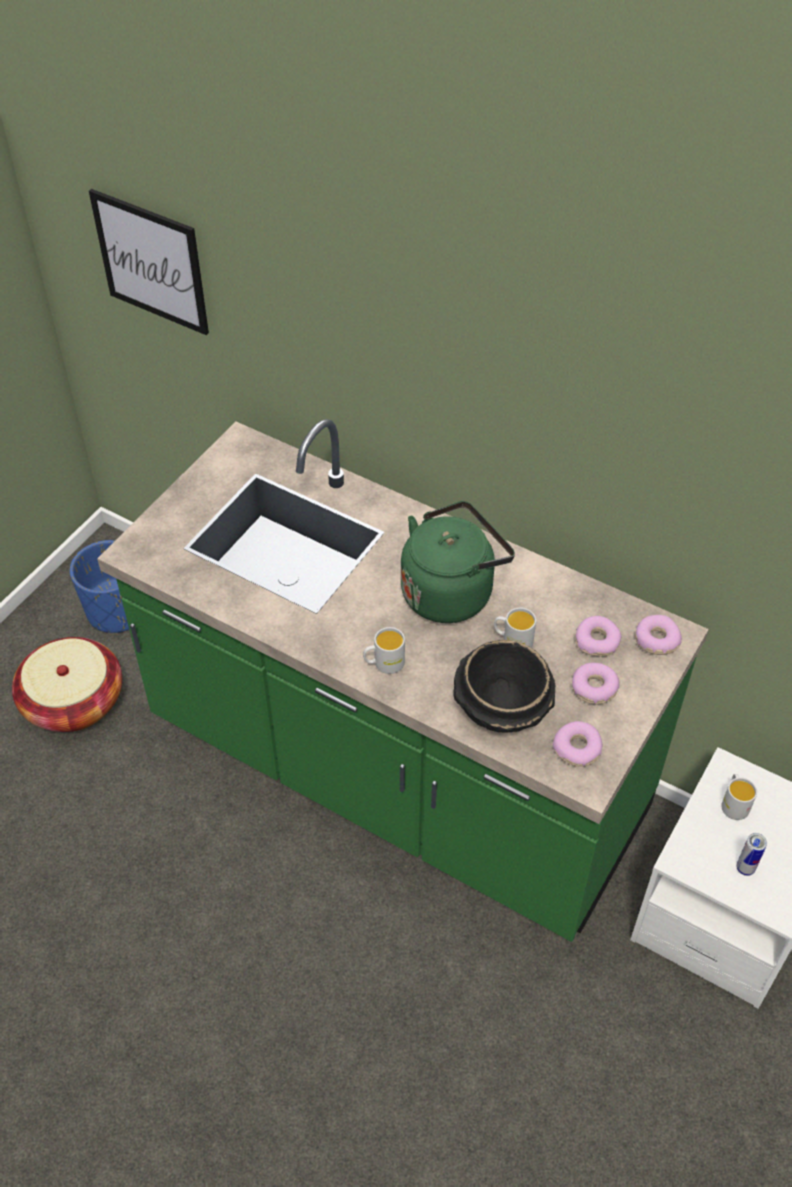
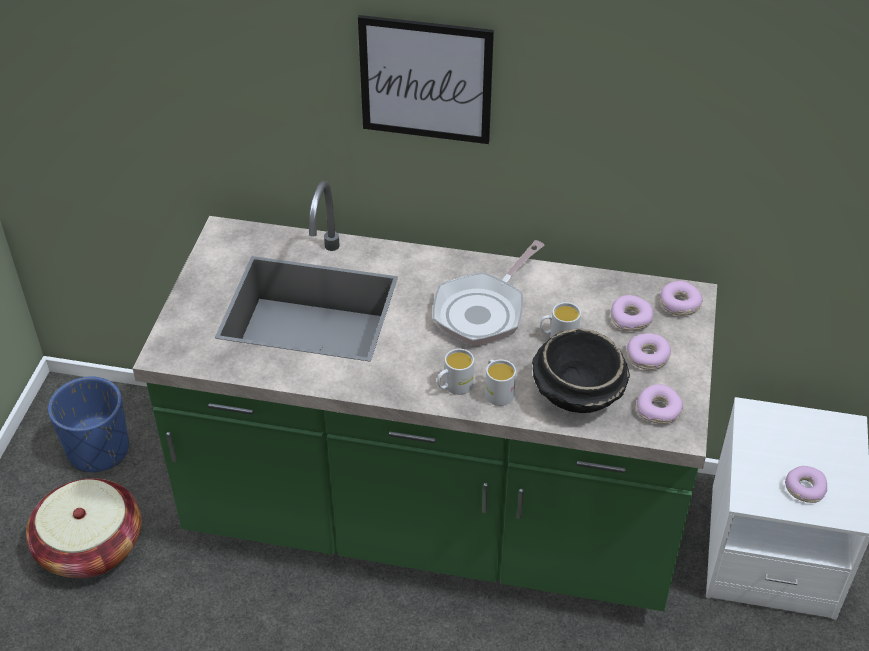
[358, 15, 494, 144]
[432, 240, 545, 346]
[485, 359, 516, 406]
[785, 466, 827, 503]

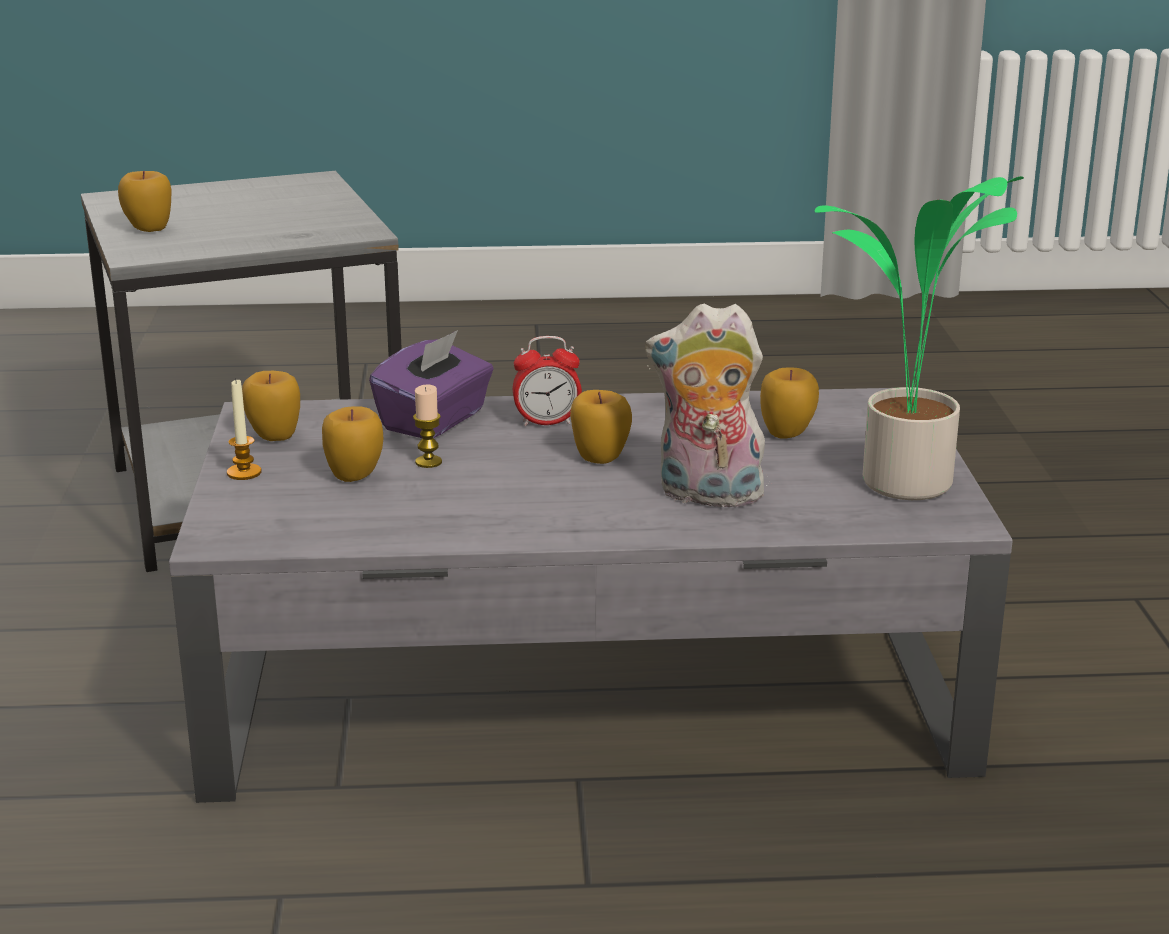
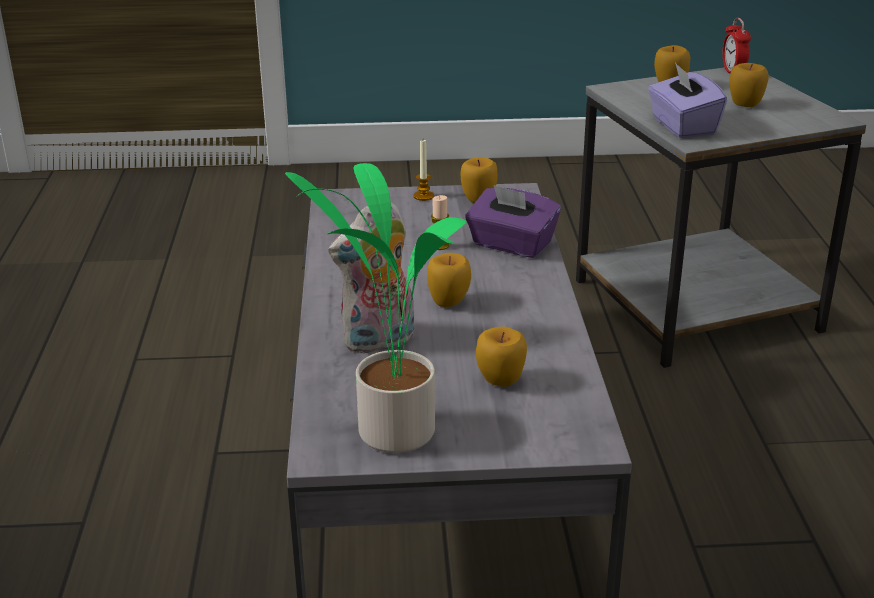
[328, 203, 414, 355]
[648, 63, 727, 138]
[722, 17, 751, 74]
[729, 63, 769, 107]

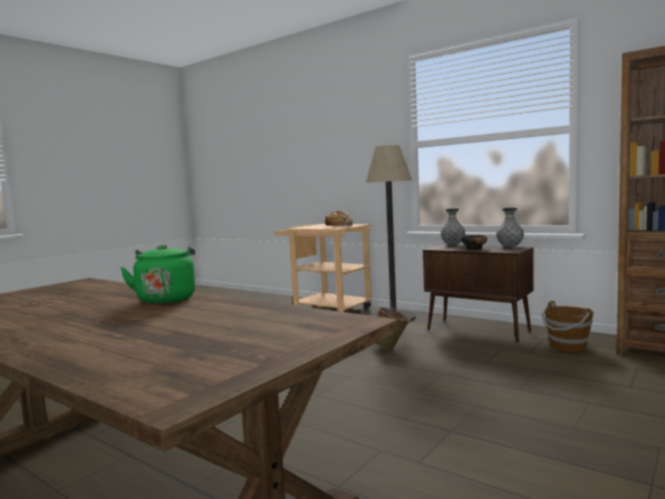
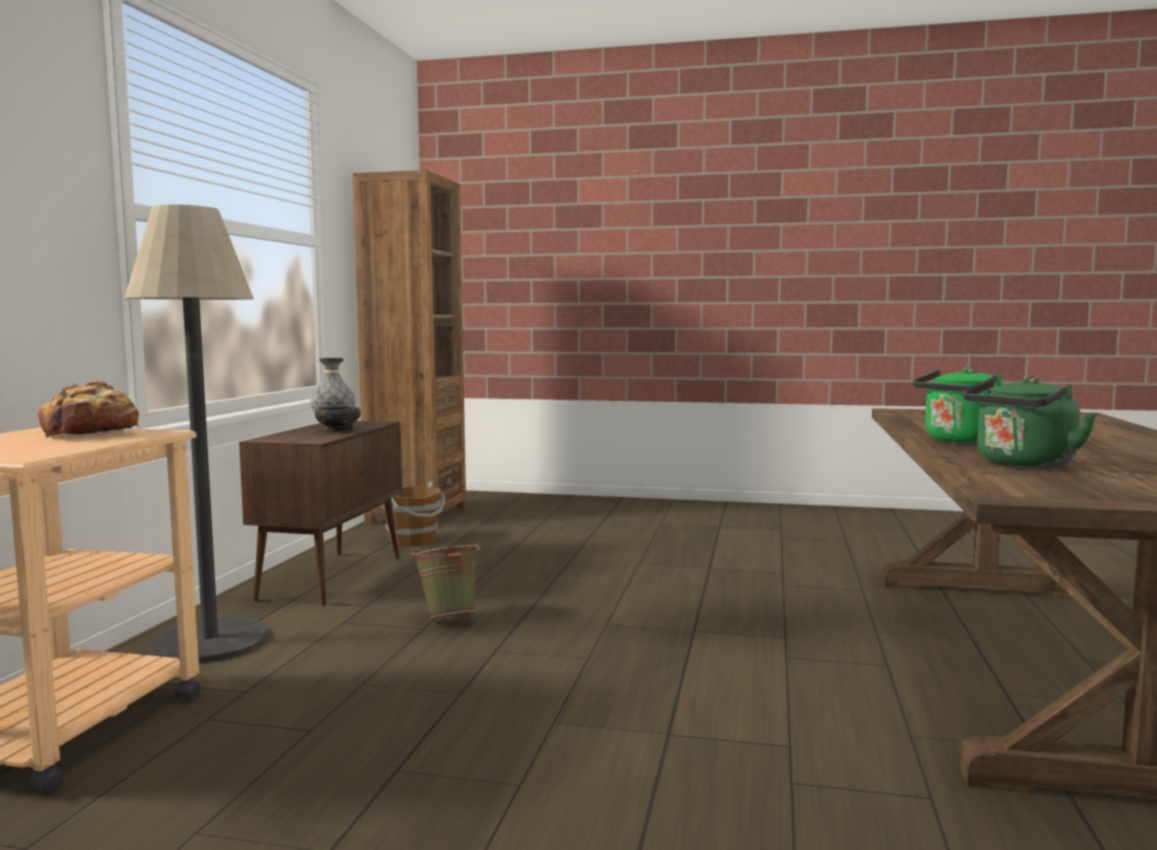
[963, 376, 1097, 468]
[440, 208, 465, 246] (first image)

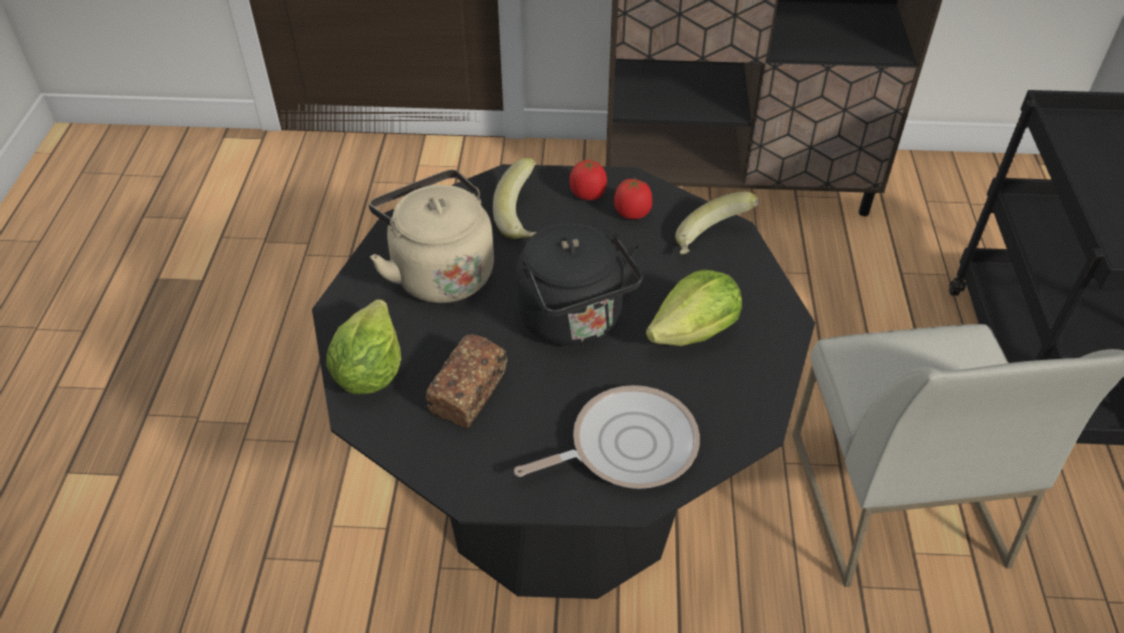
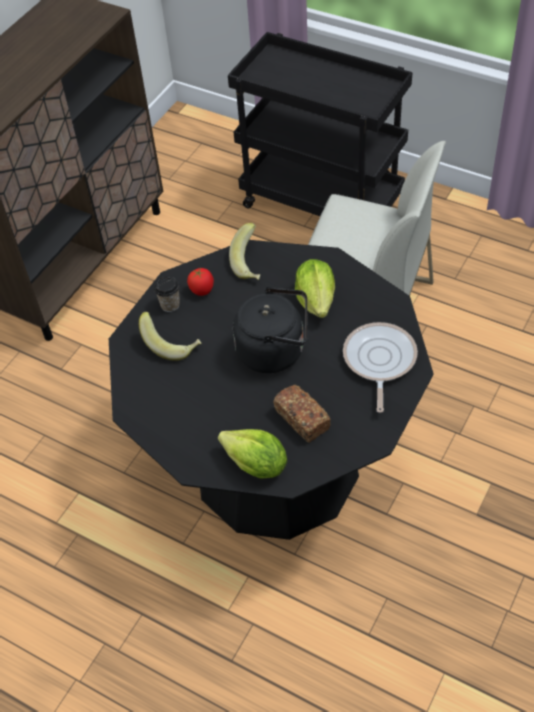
[154, 276, 180, 312]
[369, 169, 494, 303] (first image)

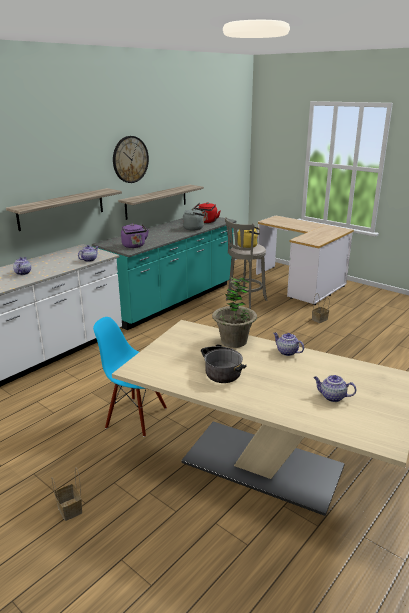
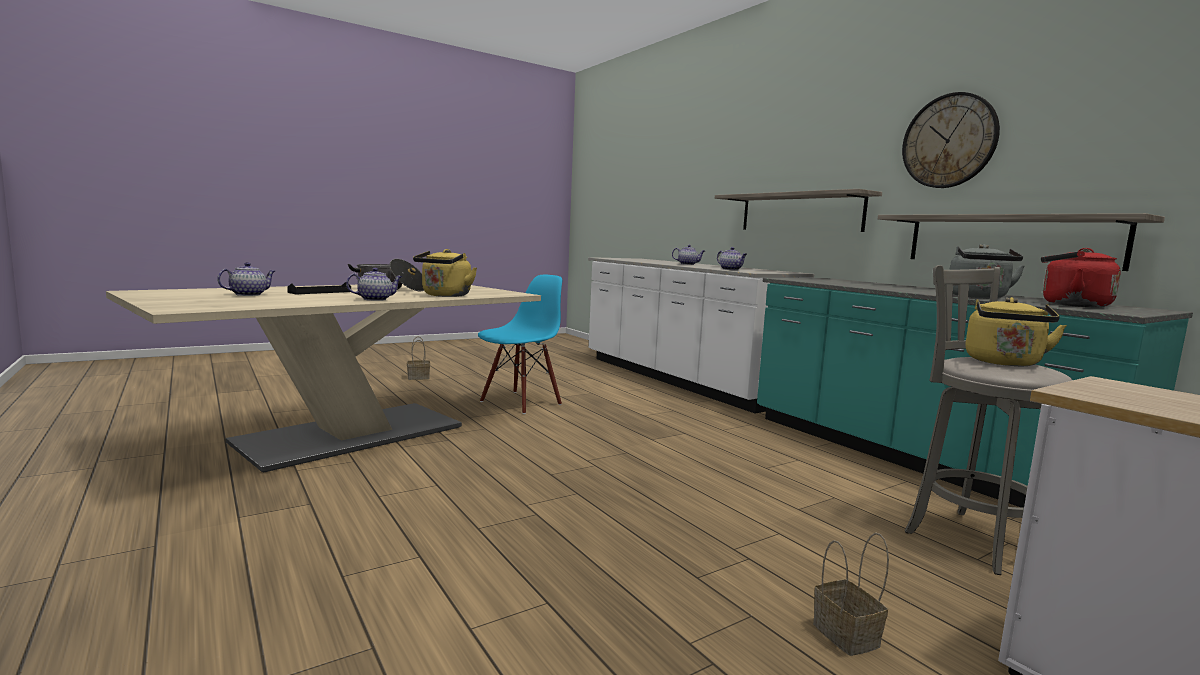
[287, 282, 351, 295]
[413, 249, 477, 297]
[121, 224, 149, 248] (first image)

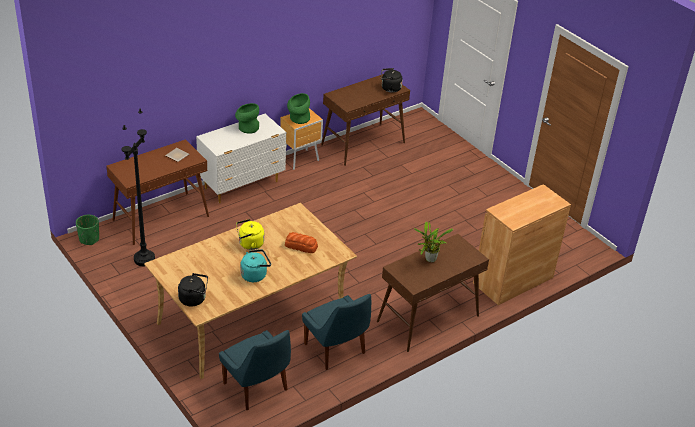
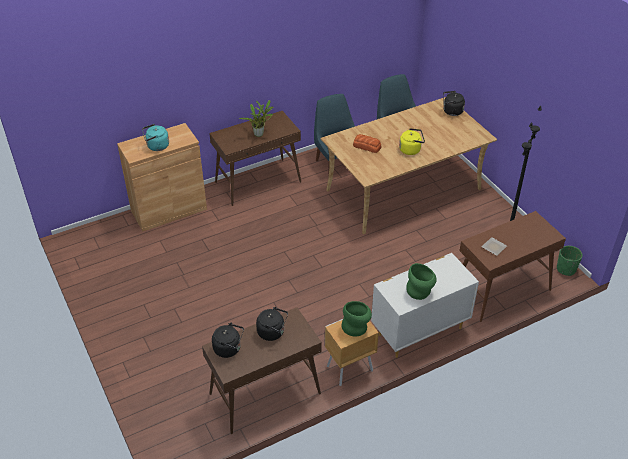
[142, 124, 169, 151]
[256, 307, 288, 341]

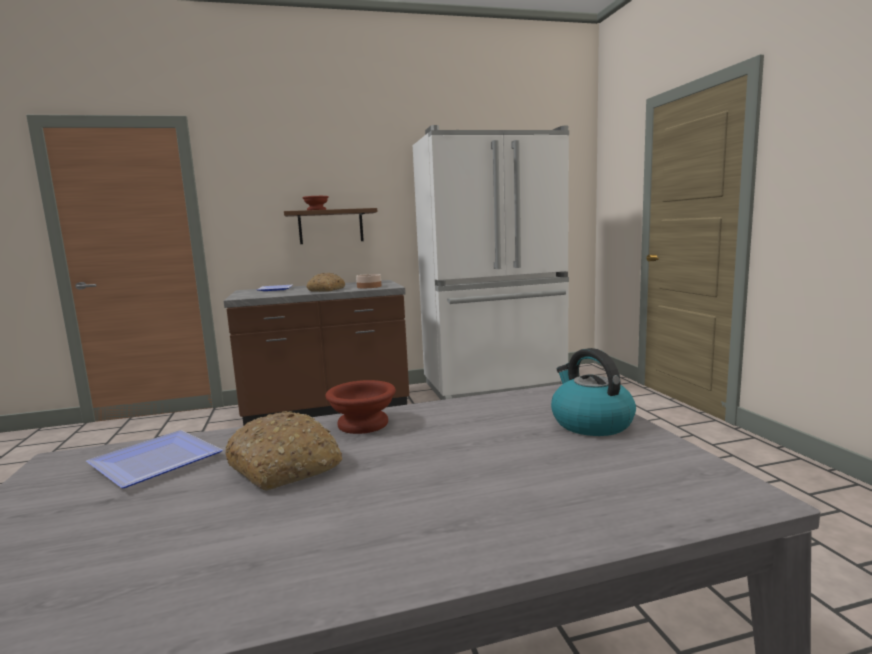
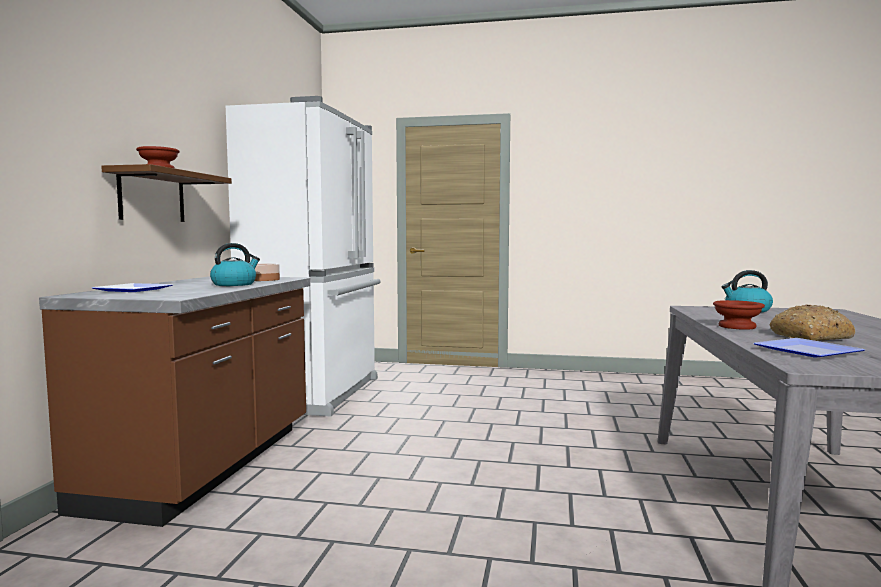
[210, 243, 260, 286]

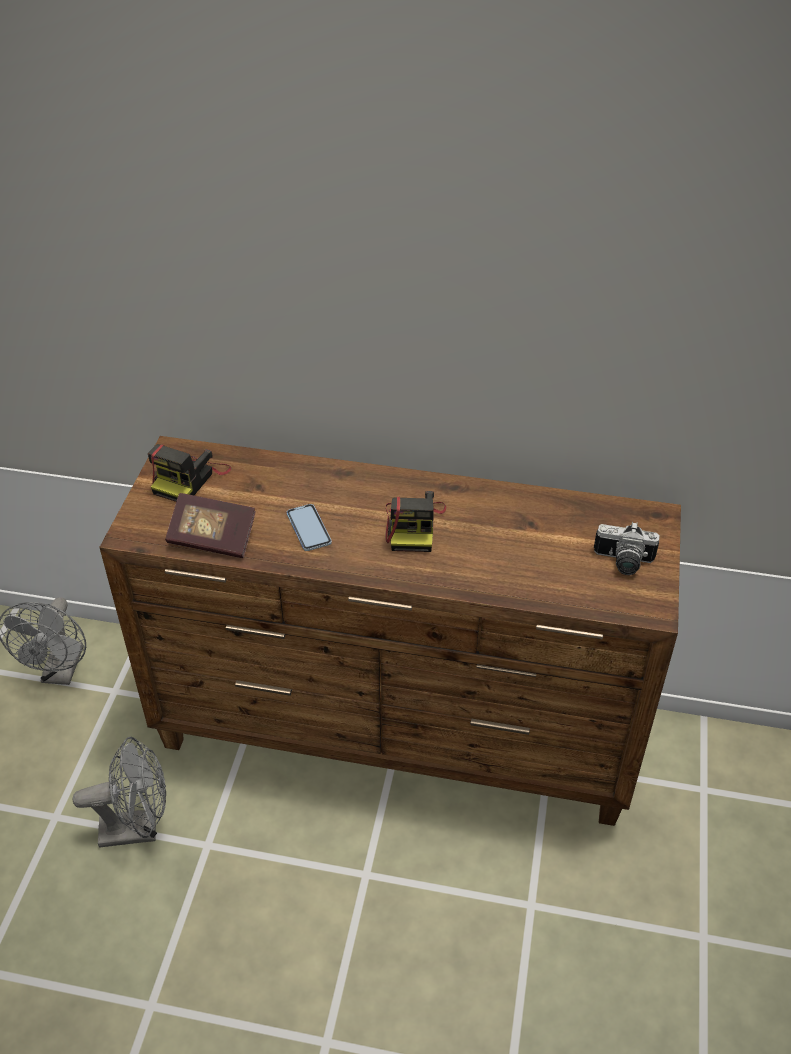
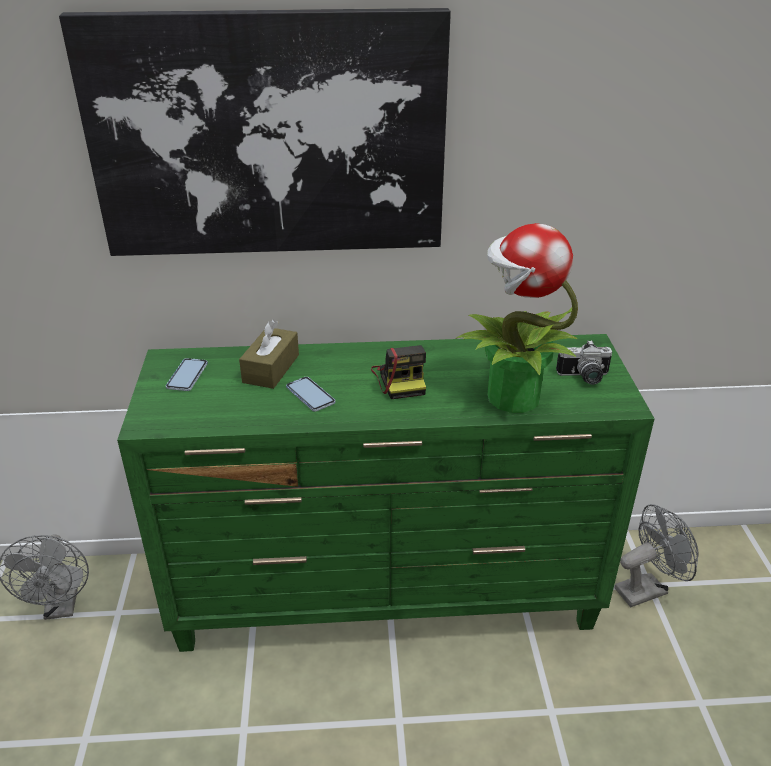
[59, 8, 451, 256]
[117, 334, 655, 652]
[166, 358, 208, 391]
[239, 319, 299, 389]
[456, 223, 578, 413]
[614, 504, 698, 607]
[165, 493, 256, 558] (first image)

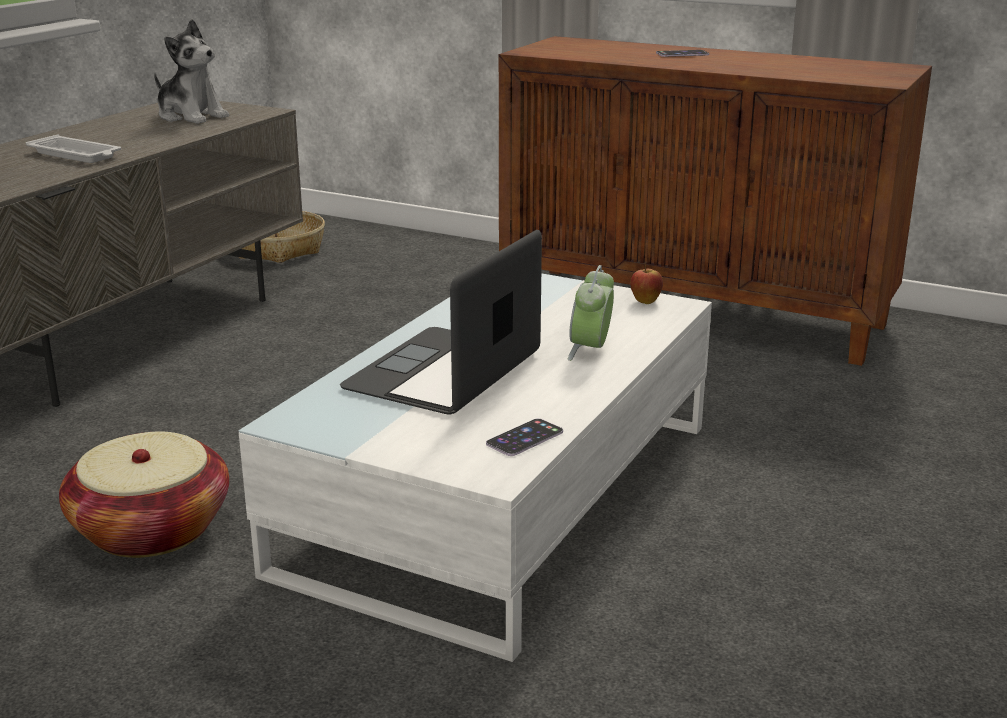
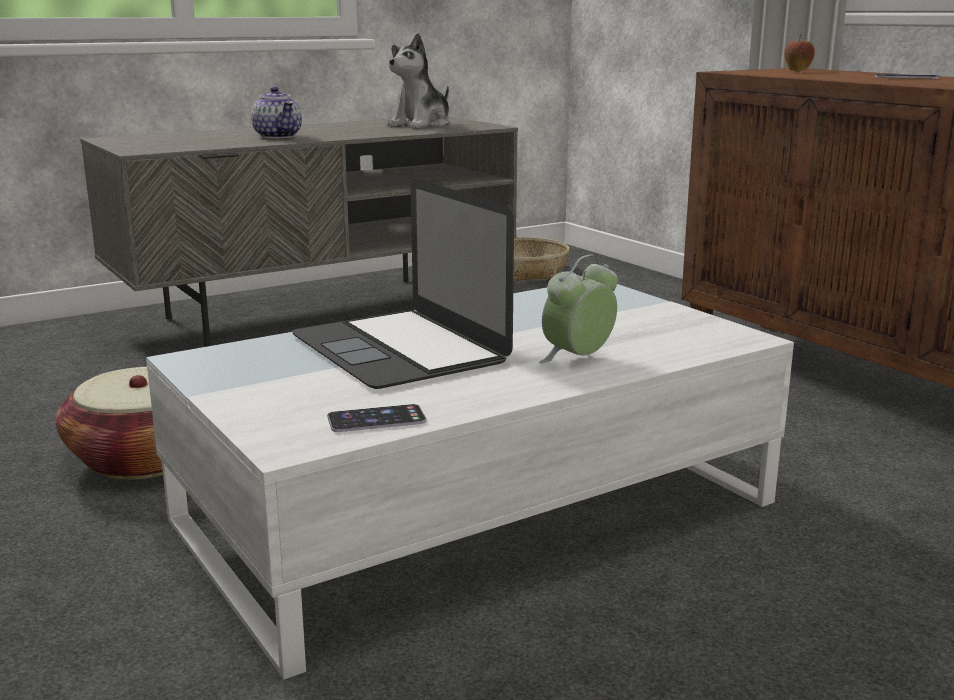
[251, 86, 302, 138]
[292, 179, 514, 389]
[387, 33, 450, 128]
[784, 34, 815, 72]

